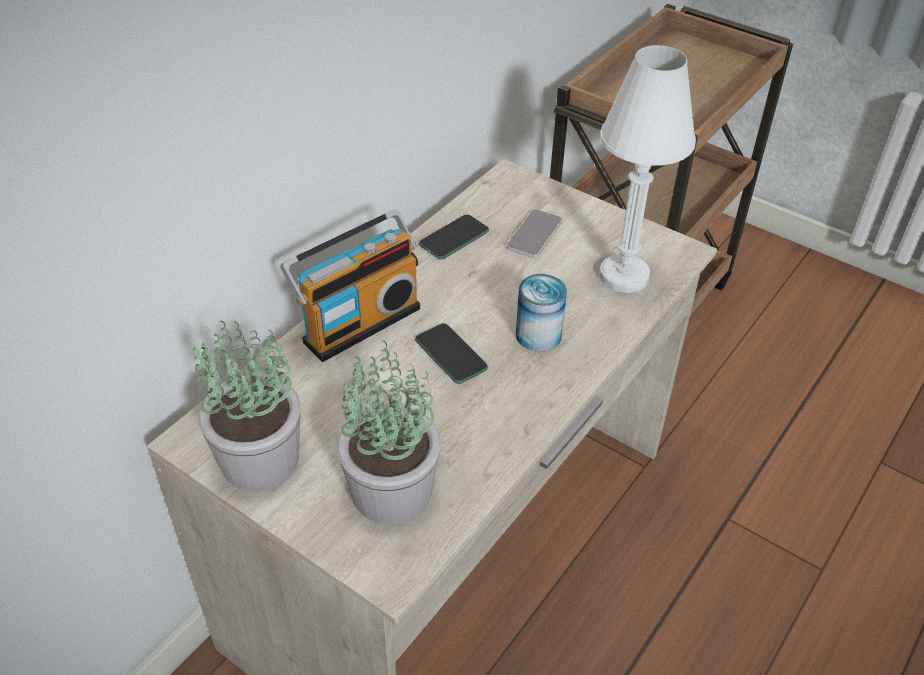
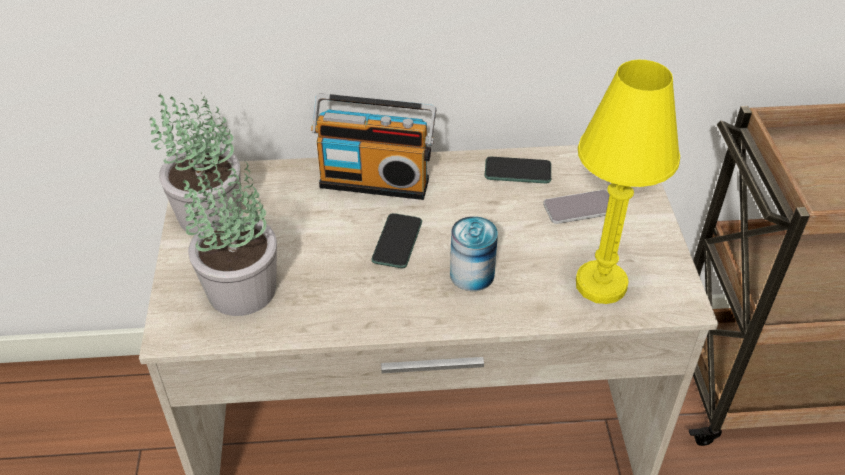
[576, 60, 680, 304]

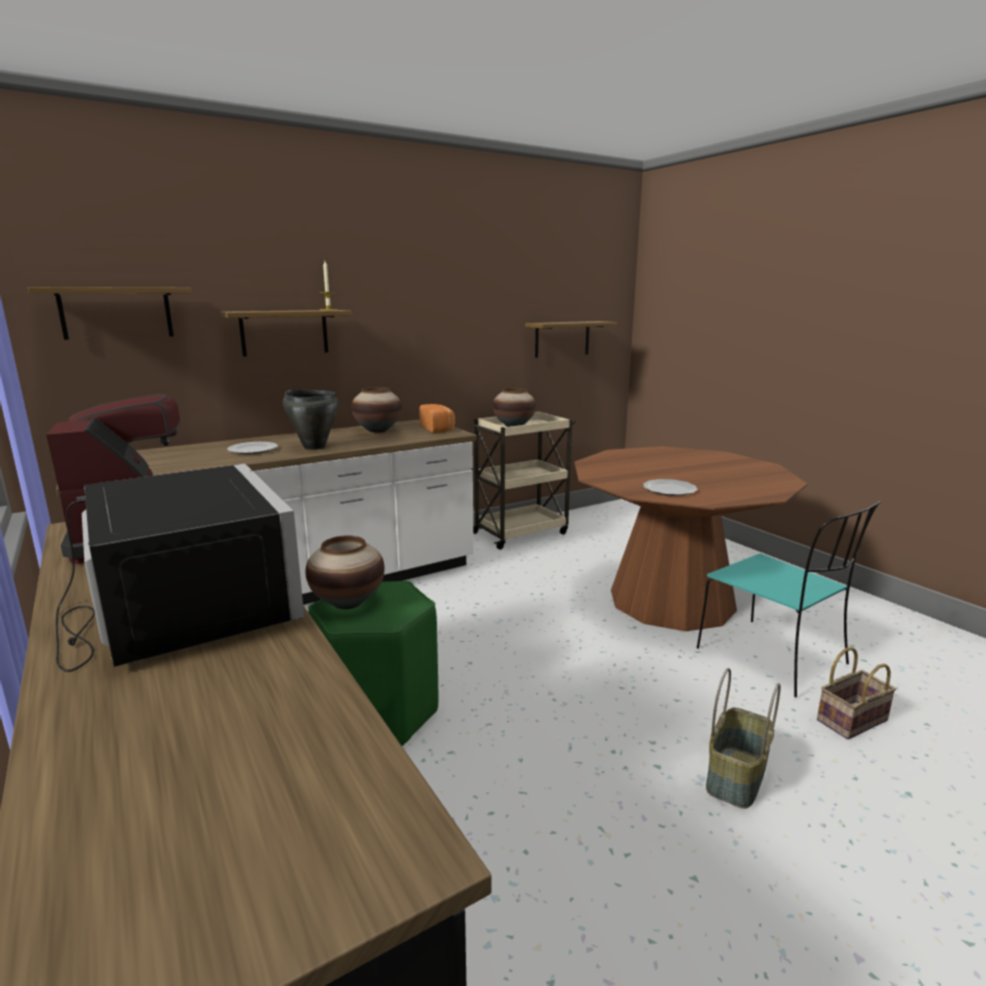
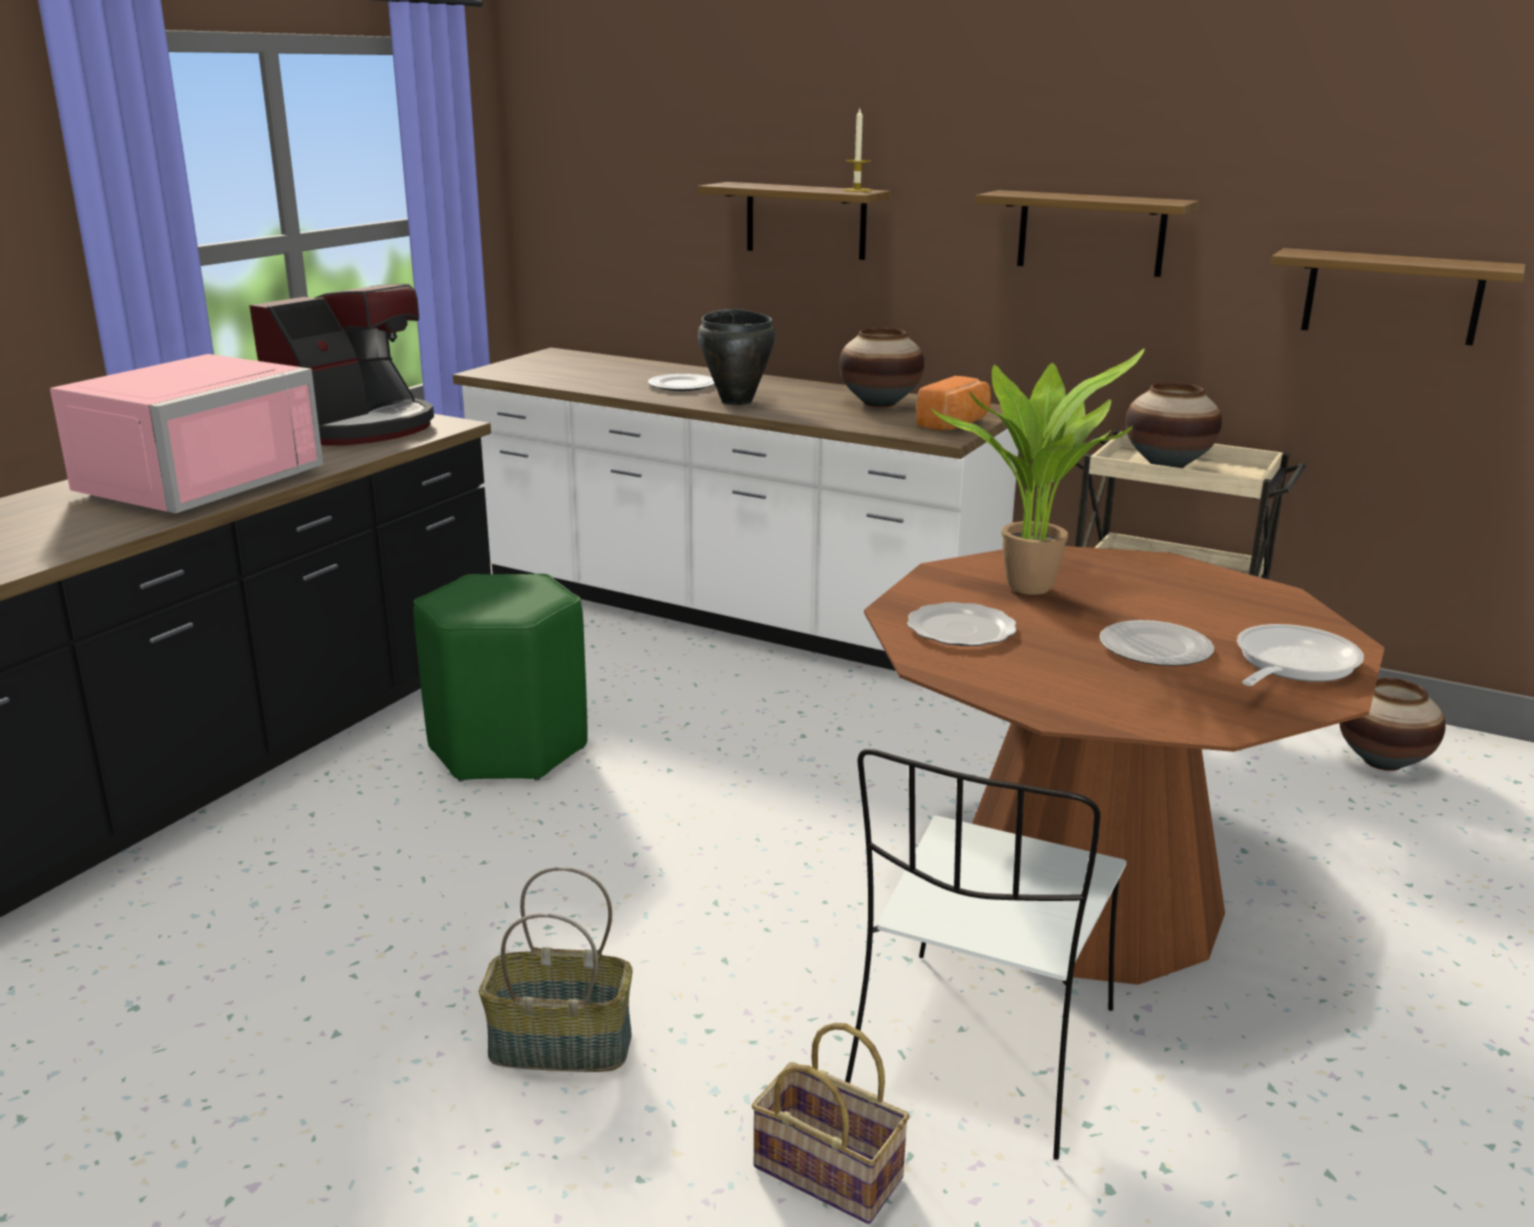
[50, 354, 323, 513]
[845, 749, 1127, 1160]
[931, 348, 1145, 595]
[976, 190, 1199, 277]
[1099, 620, 1214, 666]
[1237, 624, 1364, 686]
[1339, 678, 1446, 771]

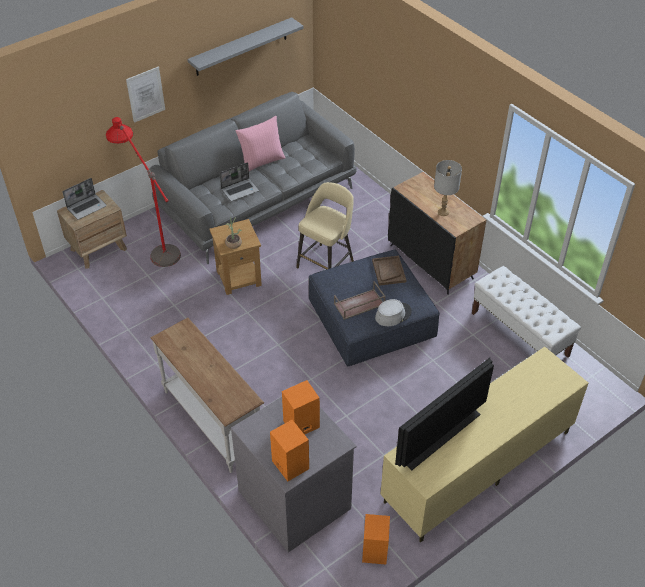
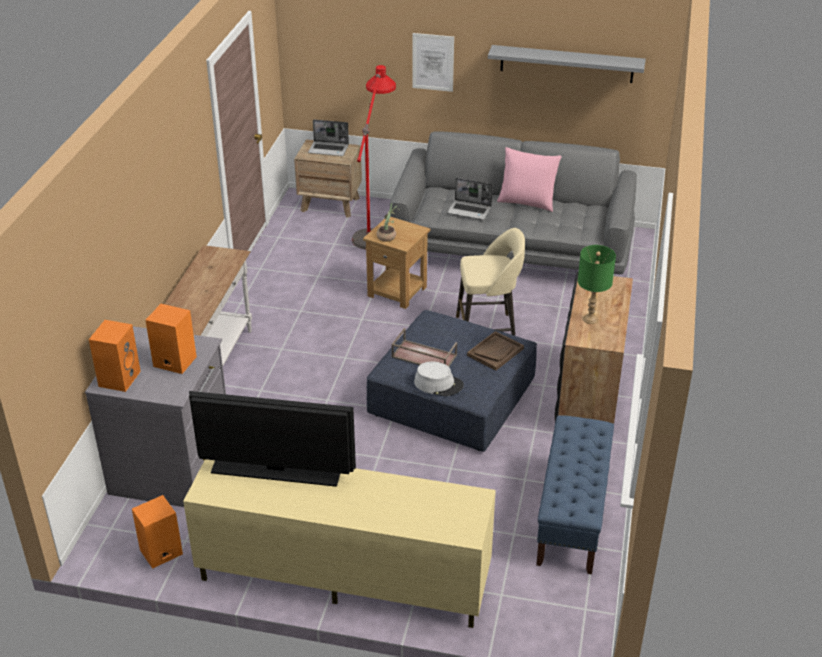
[536, 415, 614, 574]
[578, 245, 616, 324]

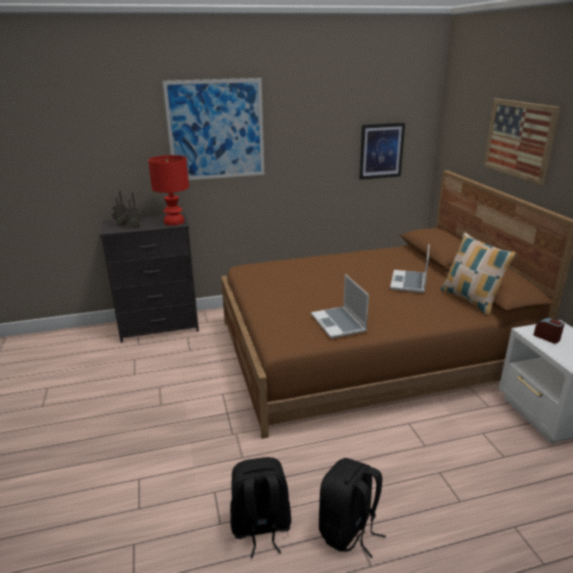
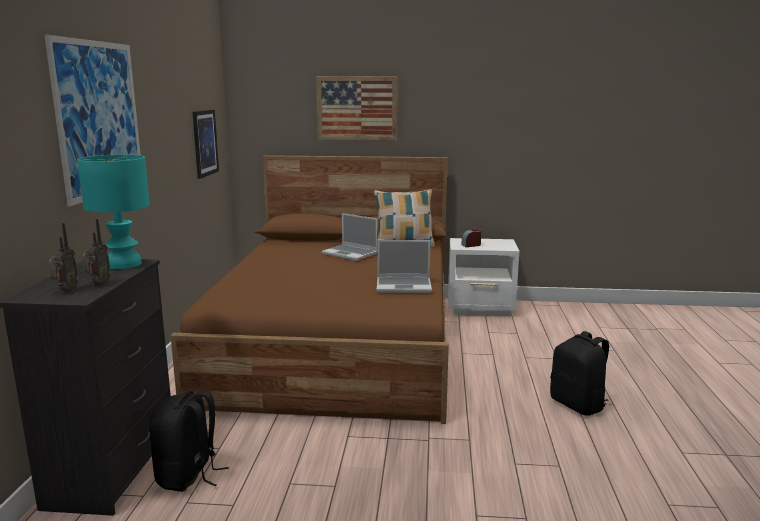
[77, 155, 150, 269]
[149, 390, 229, 492]

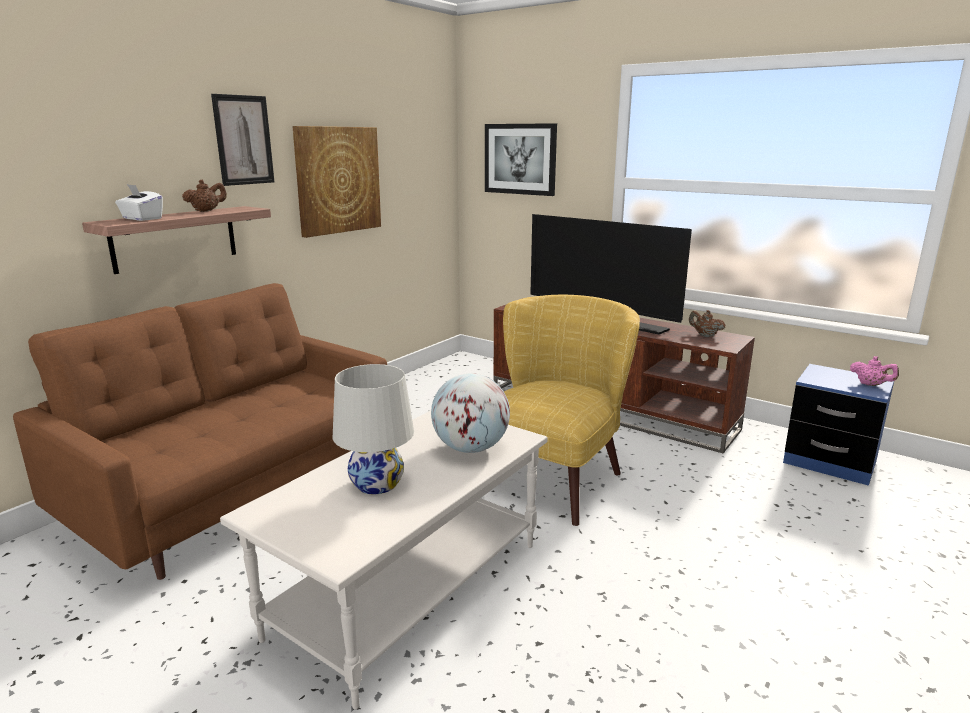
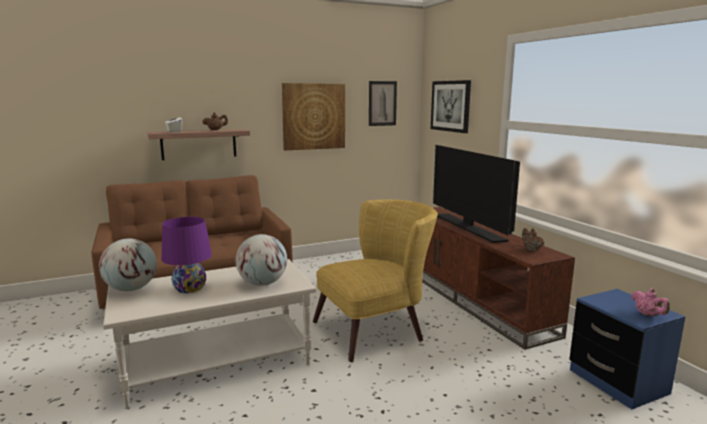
[99, 238, 157, 291]
[162, 217, 212, 293]
[369, 81, 397, 126]

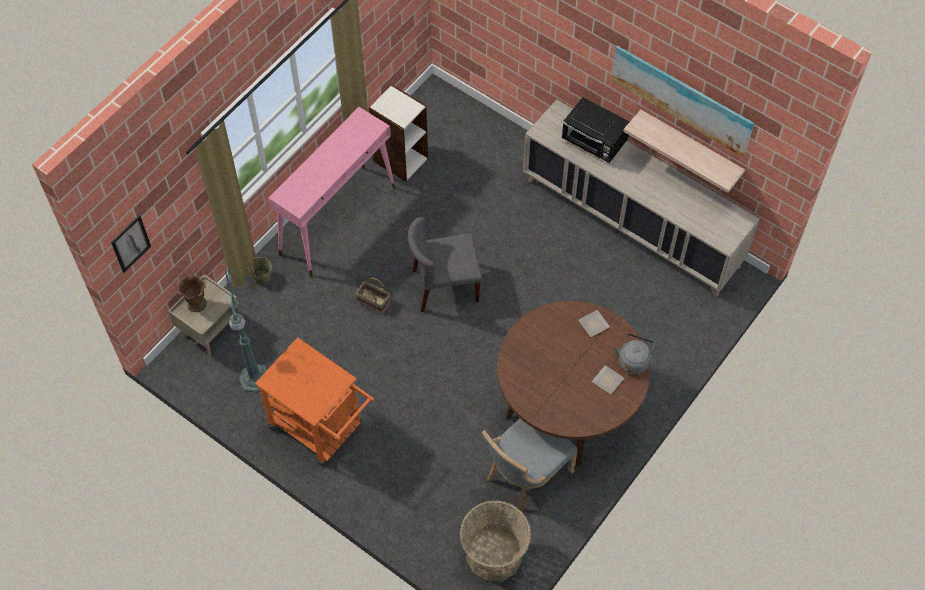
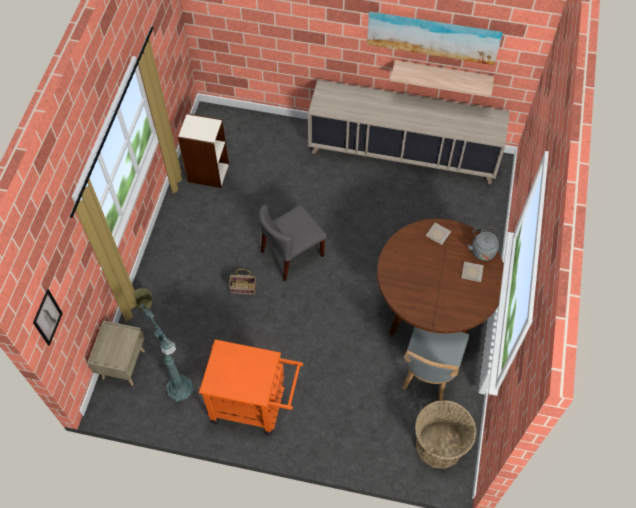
[178, 275, 207, 312] (first image)
[268, 107, 395, 277] (first image)
[562, 97, 630, 163] (first image)

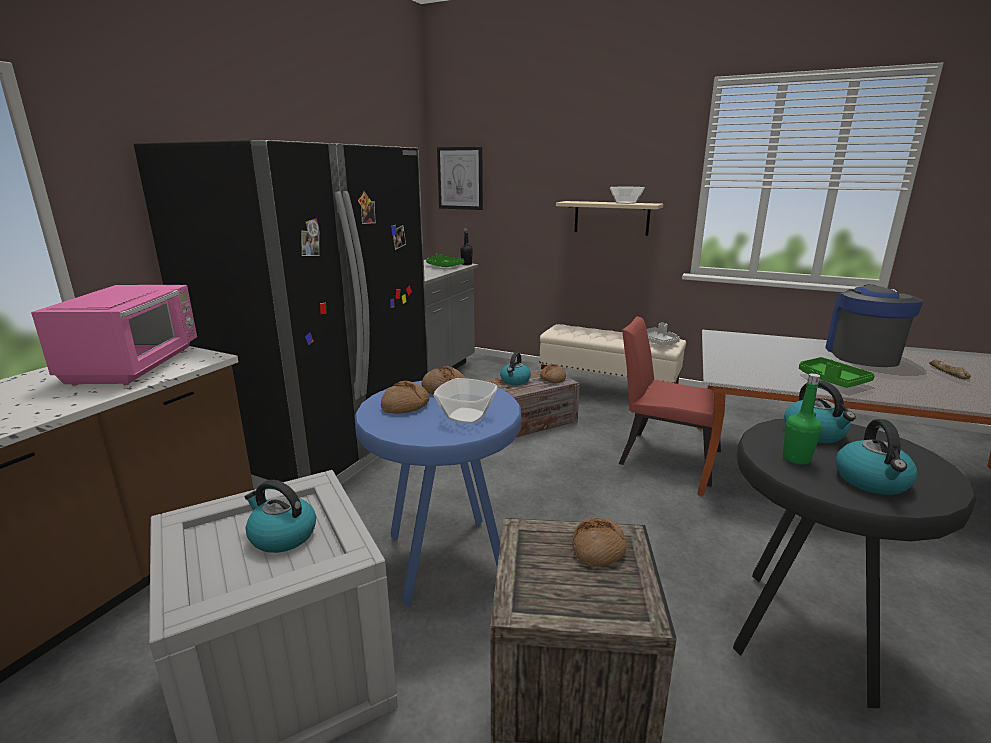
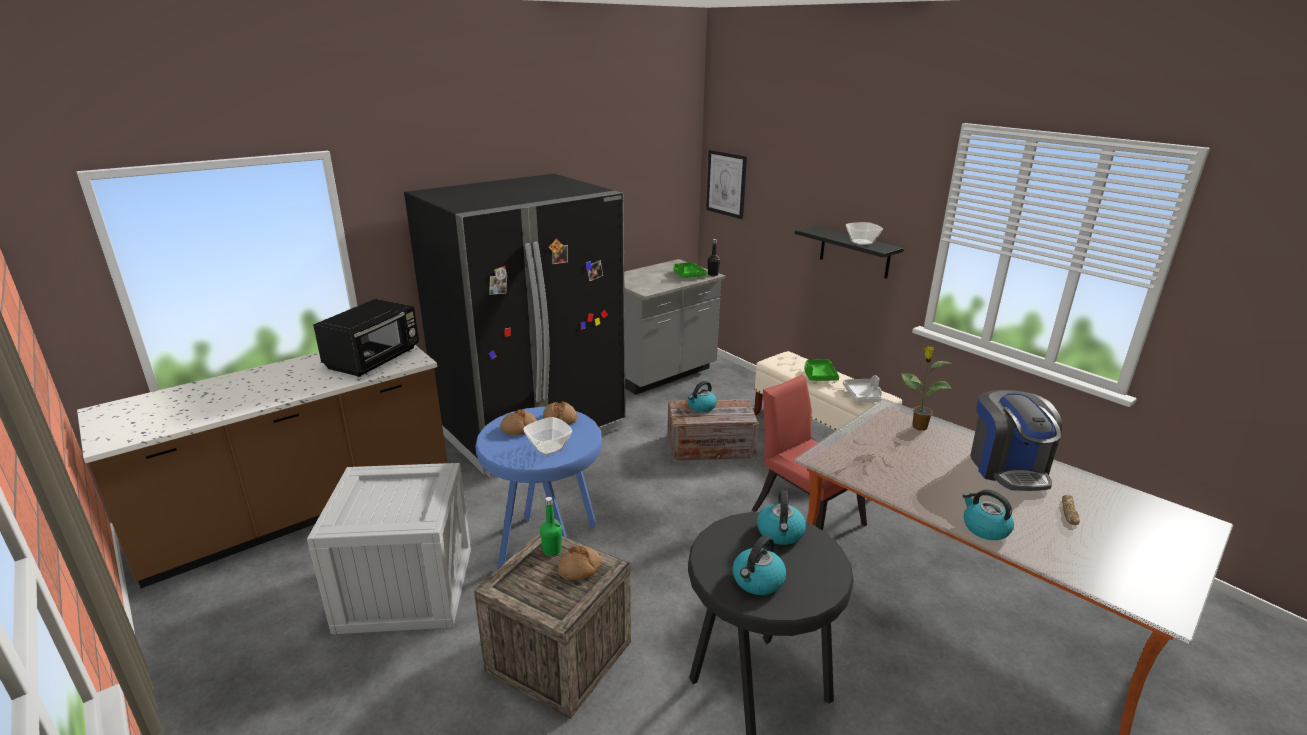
[313, 299, 419, 377]
[540, 497, 562, 556]
[795, 226, 904, 279]
[804, 360, 839, 381]
[901, 347, 952, 431]
[963, 490, 1014, 540]
[970, 390, 1062, 491]
[540, 364, 566, 383] (first image)

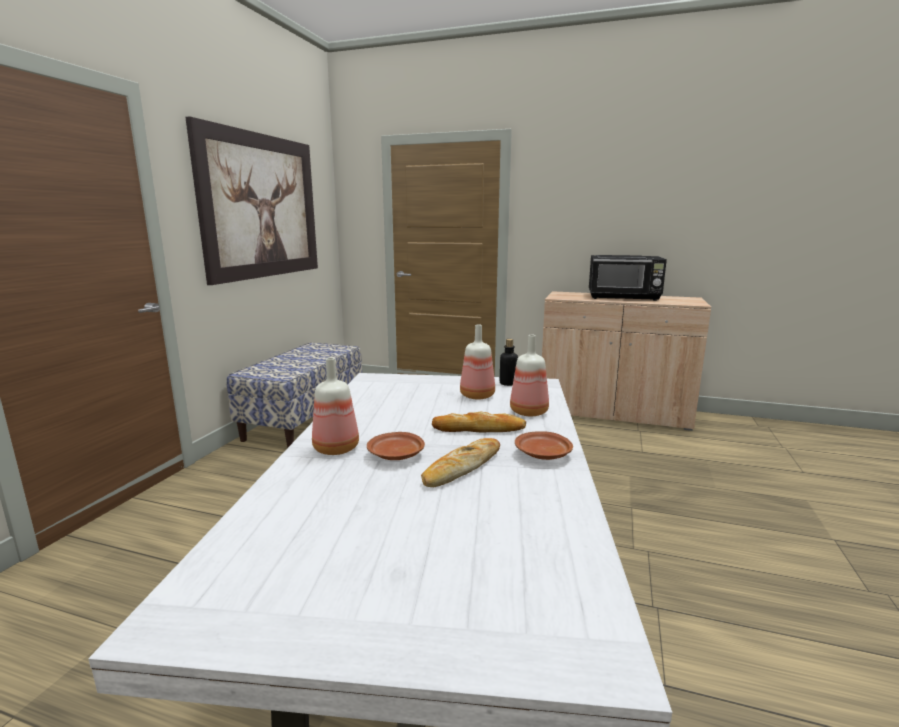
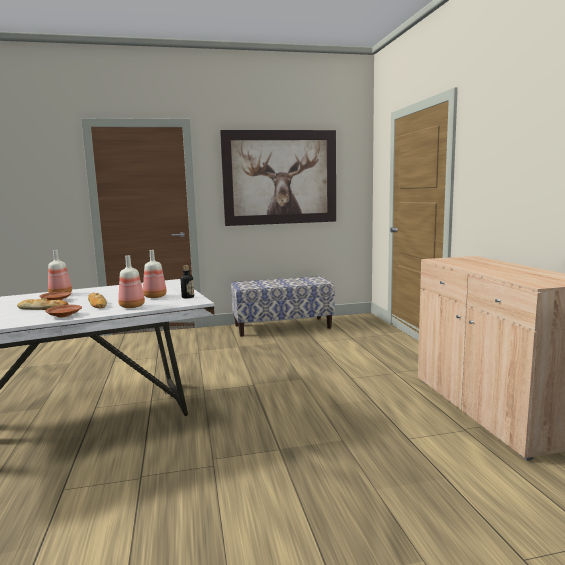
[589, 255, 667, 301] (first image)

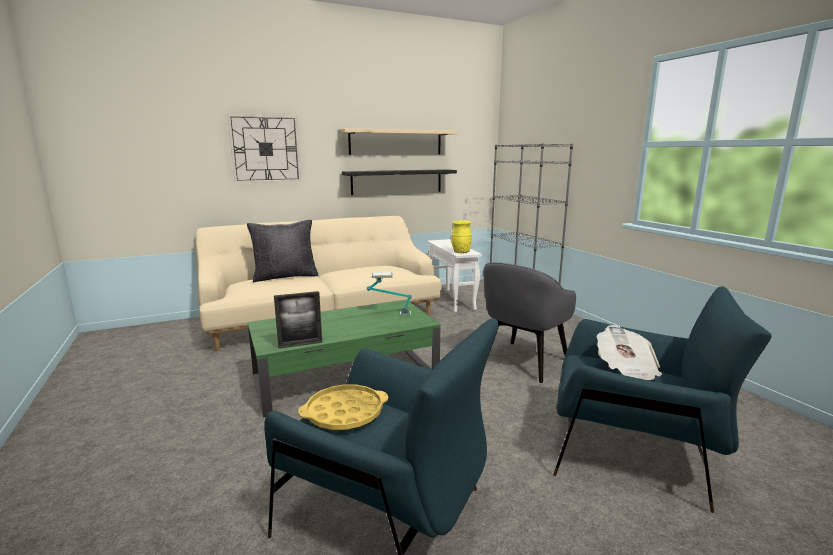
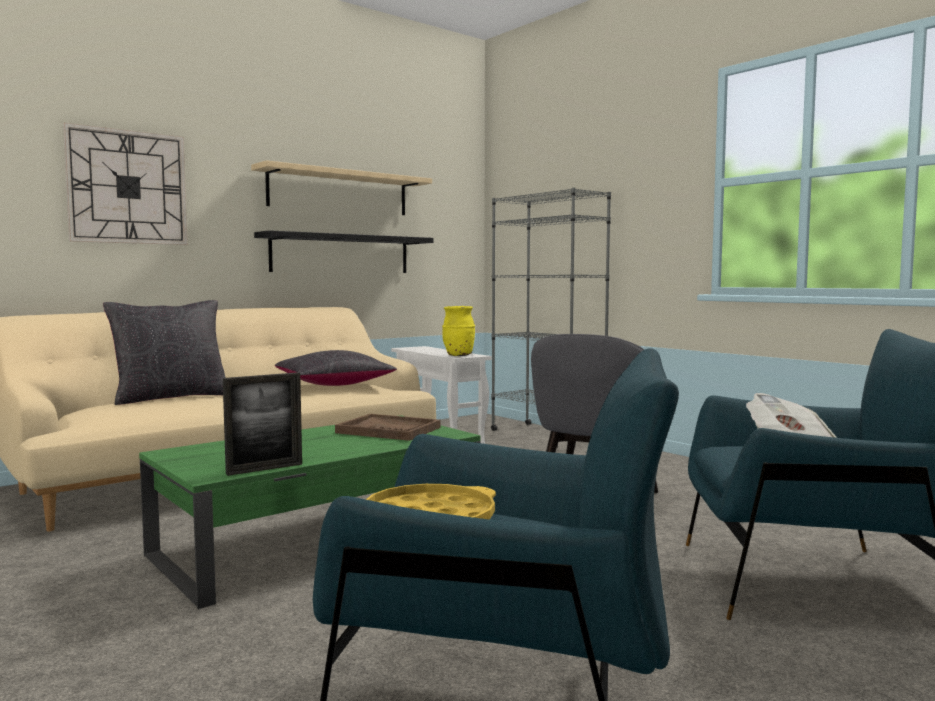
[275, 350, 397, 386]
[335, 414, 440, 441]

